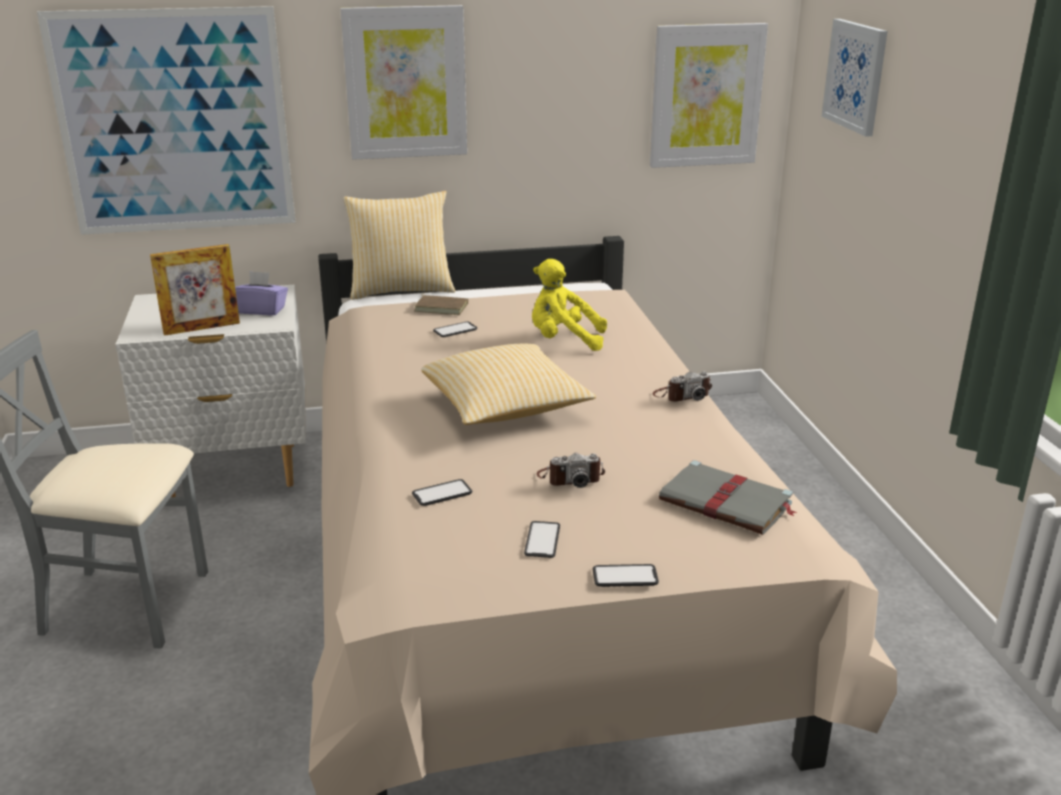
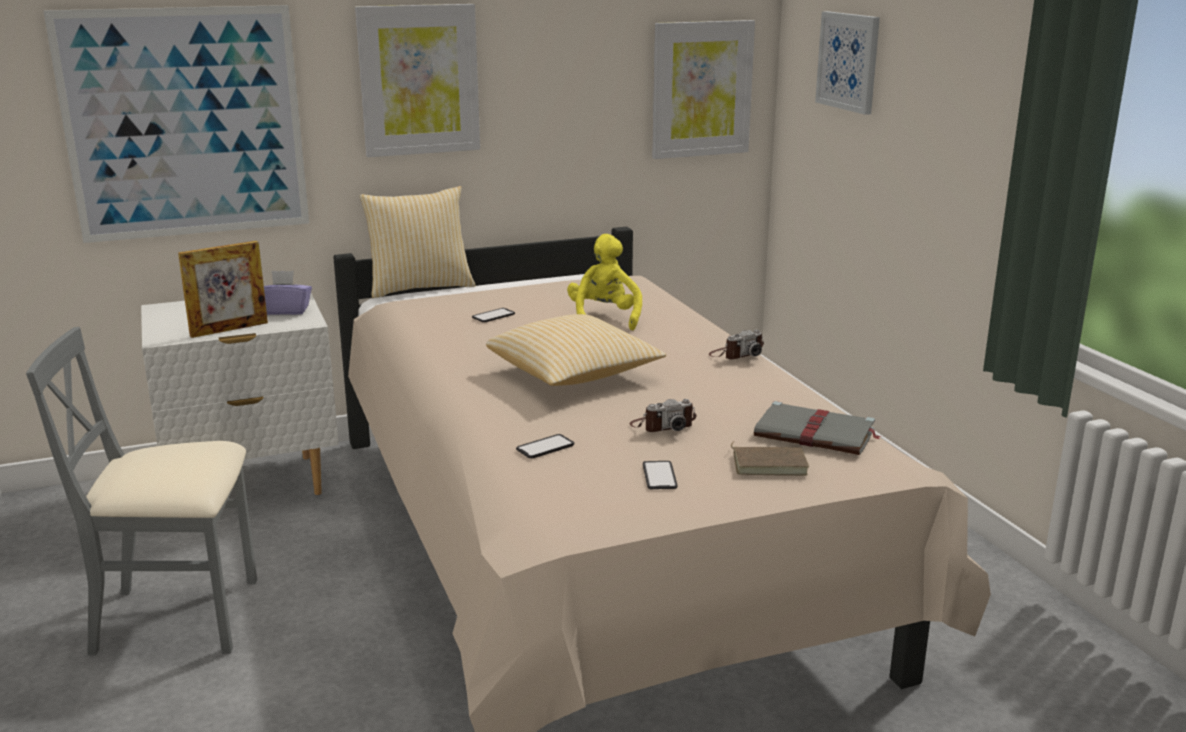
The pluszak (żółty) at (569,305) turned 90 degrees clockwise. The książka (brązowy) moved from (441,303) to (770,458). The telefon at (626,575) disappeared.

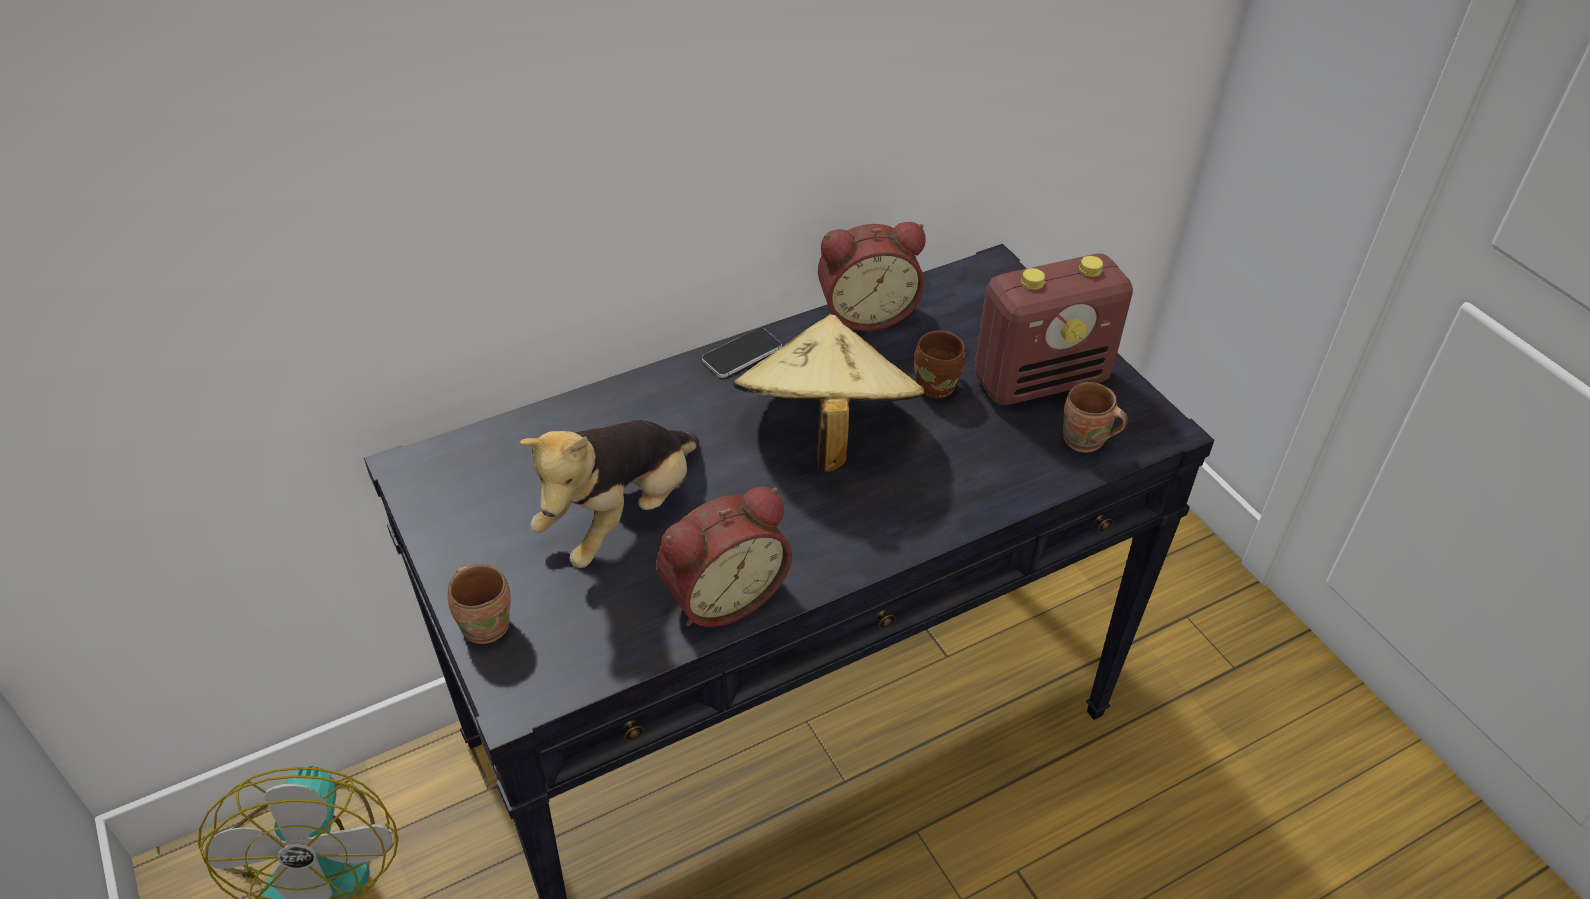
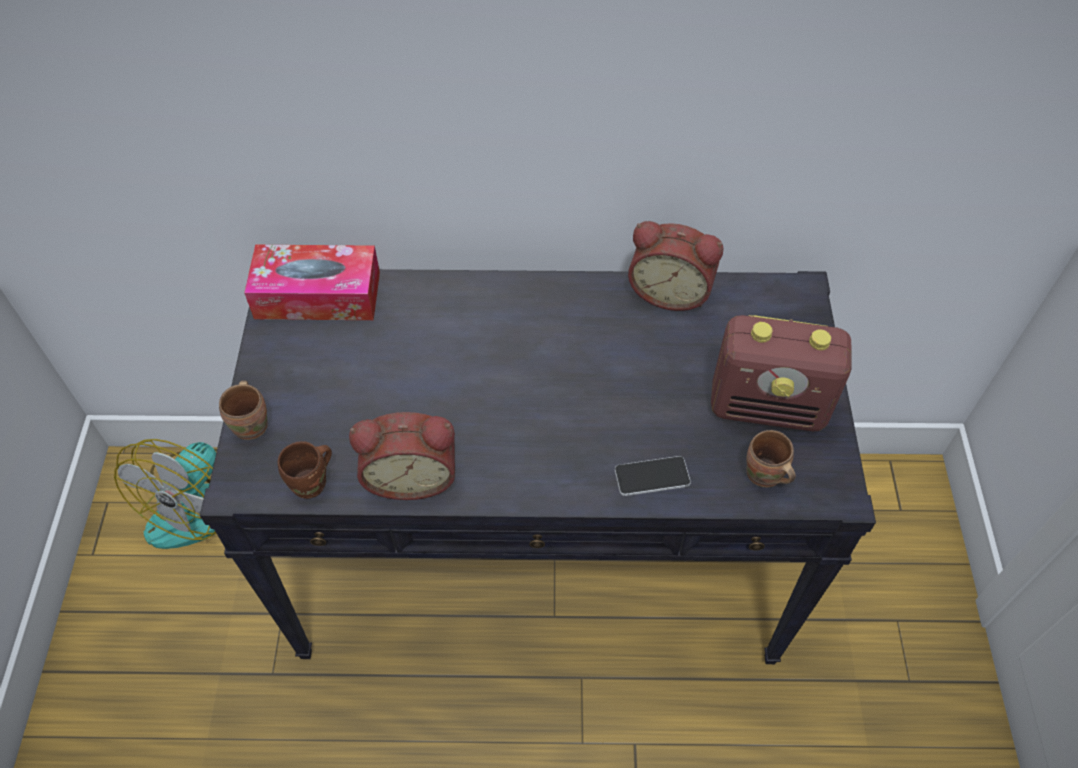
The pudełko chusteczek at (312,282) appeared. The kubek (brązowy) moved from (939,364) to (305,470). The telefon moved from (742,352) to (653,476). The pluszak at (609,494) disappeared. The kapelusz (beżowy) at (829,393) disappeared.

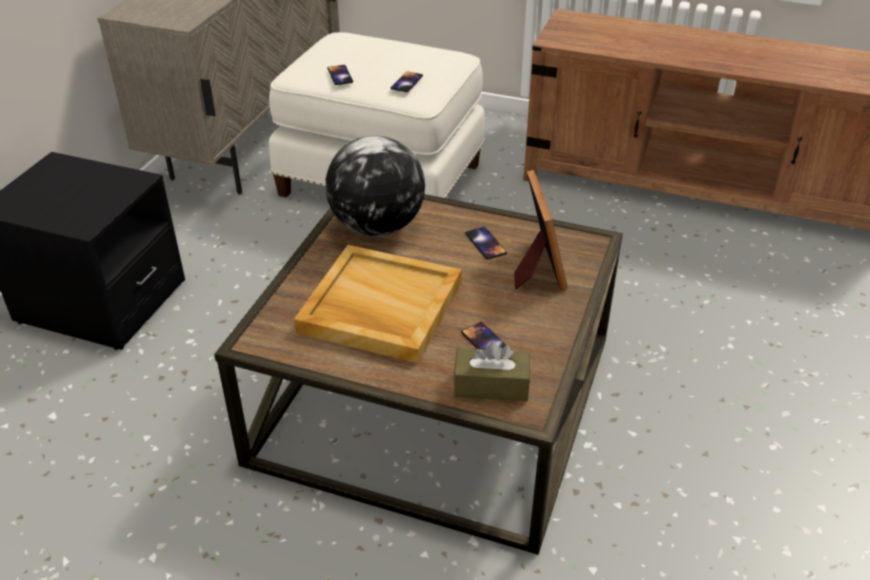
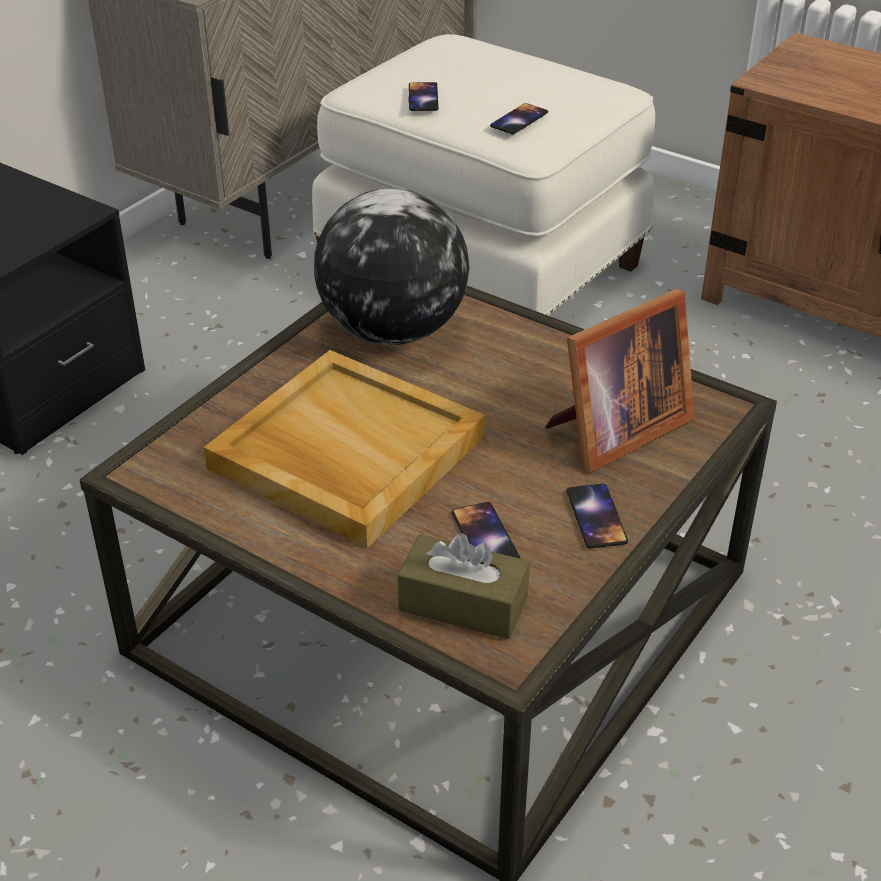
The ramka na zdjęcie at (541,230) turned 45 degrees clockwise. The telefon moved from (486,243) to (597,516).

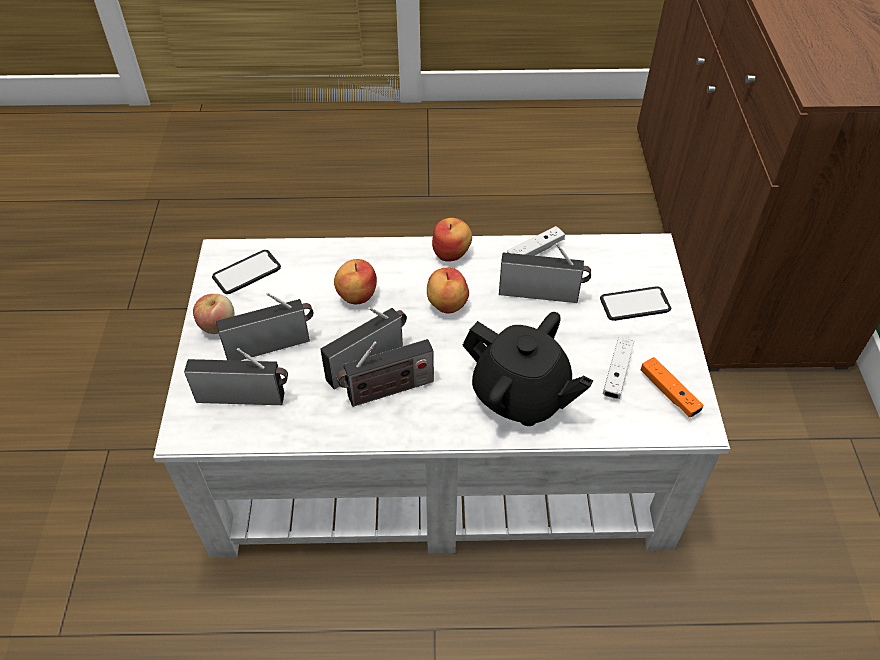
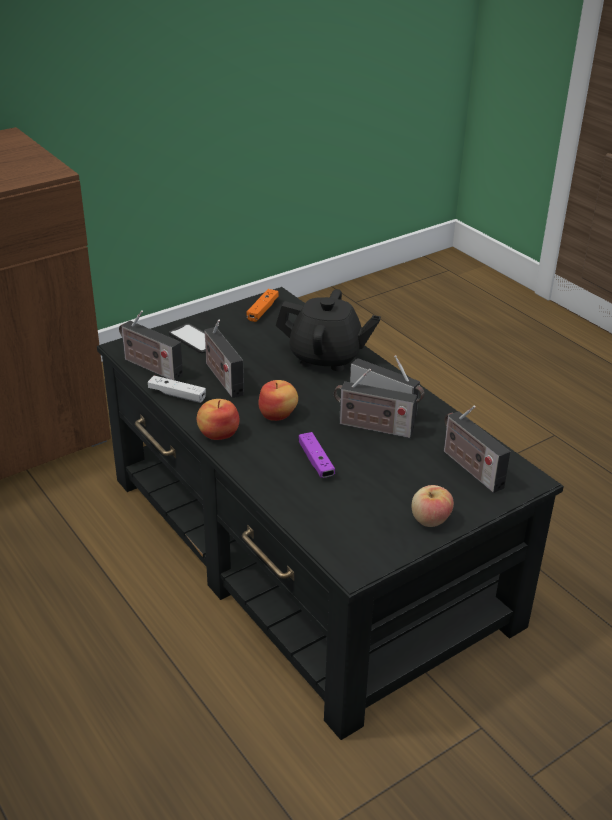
The ława (biały) at (441,396) became the ława (czarny) at (330,513). The radio moved from (264,326) to (151,345). The imbryk (czarny) at (528,369) turned 105 degrees clockwise. The jabłko at (355,281) was replaced by the pad do gier (fioletowy) at (317,455). The telefon at (246,272) disappeared. The pad do gier (biały) at (618,368) disappeared.

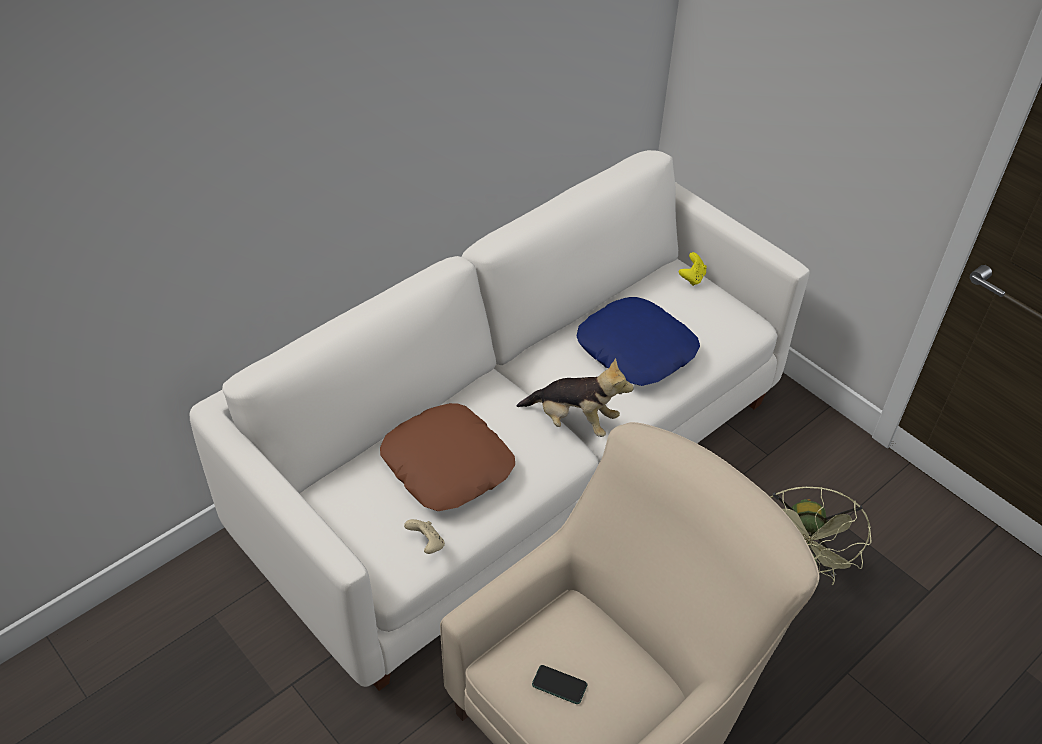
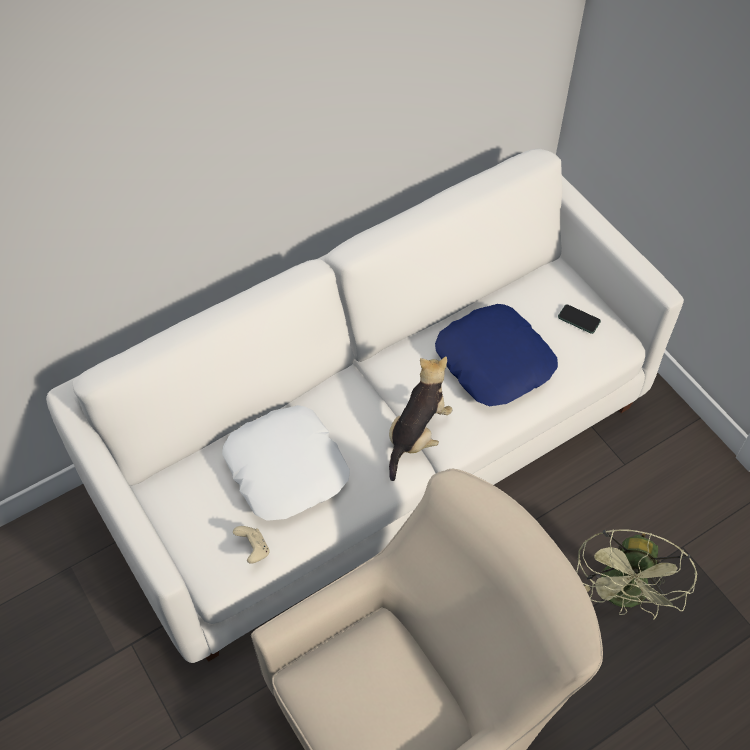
The poduszka (brązowy) at (447,457) became the poduszka (biały) at (286,463). The pluszak at (575,397) turned 90 degrees counterclockwise. The telefon moved from (559,684) to (579,319). The pad do gier (żółty) at (693,269) disappeared.

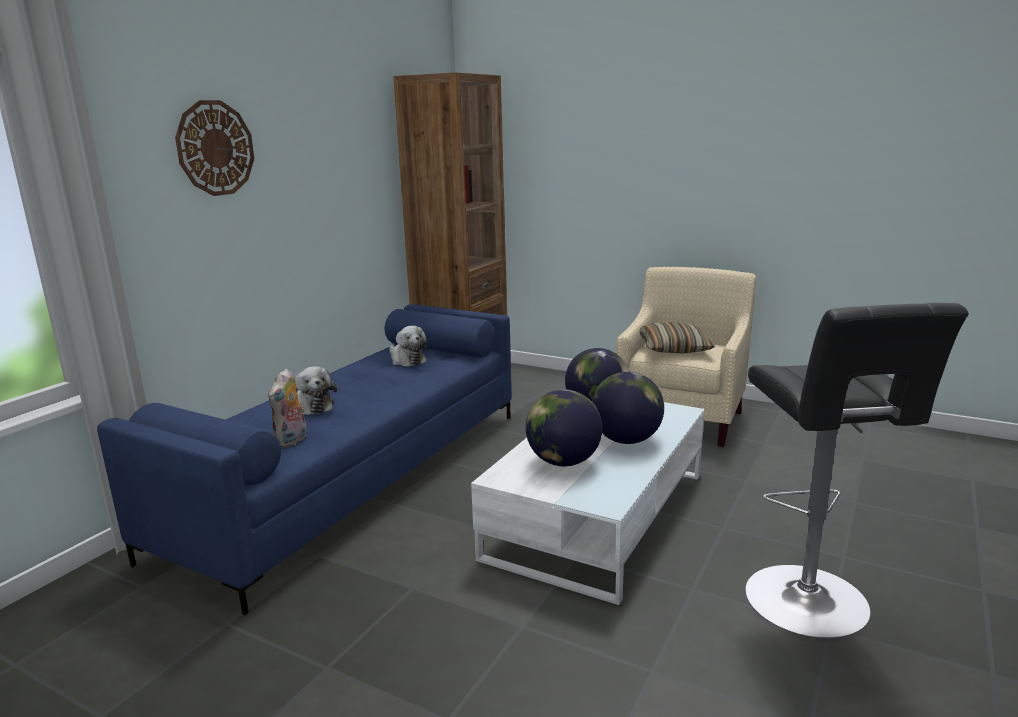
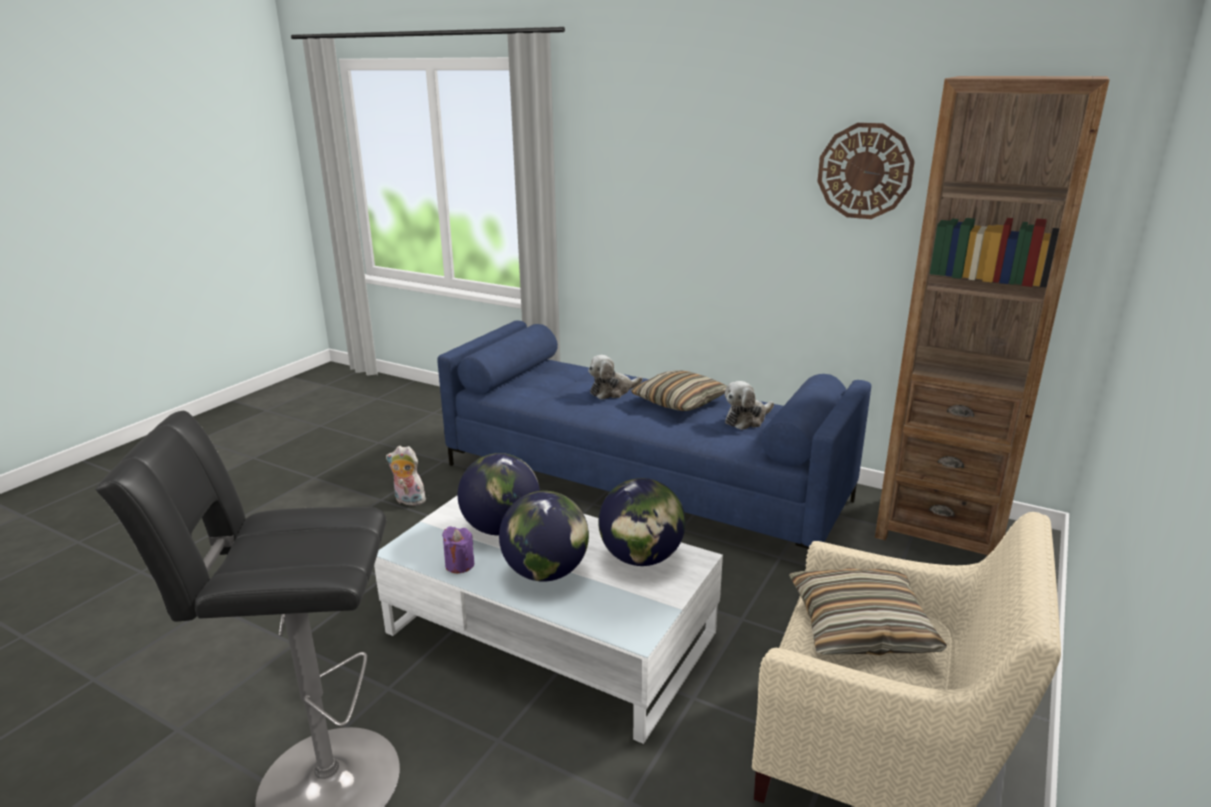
The pluszak moved from (287,408) to (406,476). The świeca (fioletowy) at (458,550) appeared. The poduszka at (679,390) appeared. The zegar ścienny moved from (214,148) to (866,171).

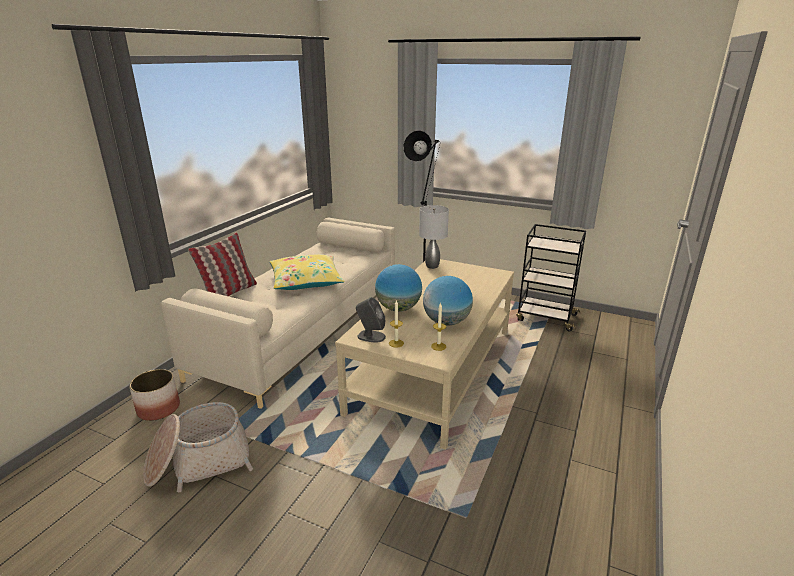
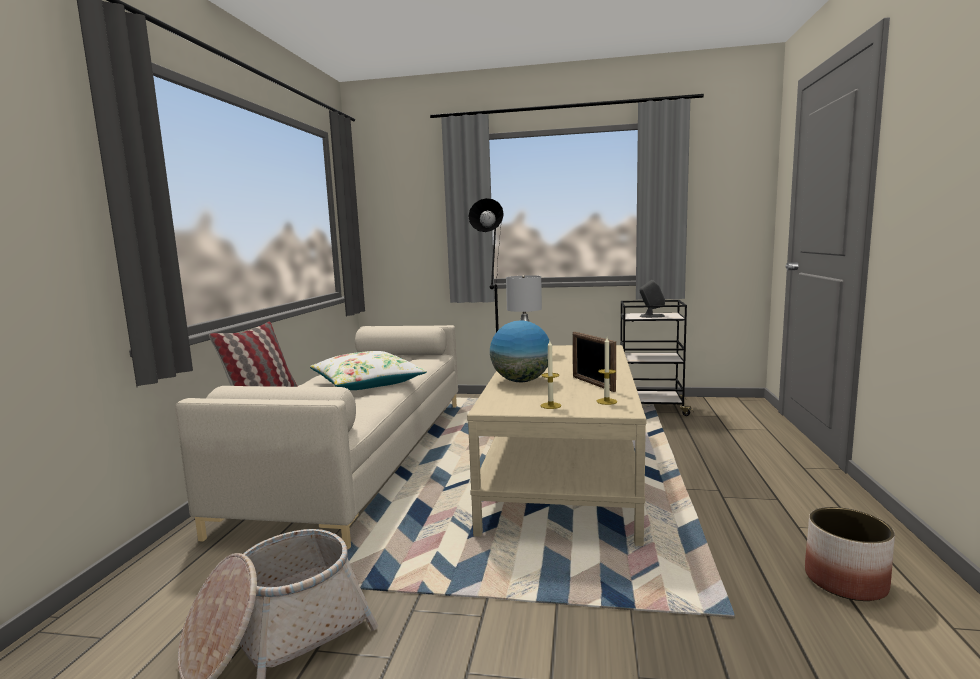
The poduszka (żółty) at (307,272) became the poduszka (biały) at (368,370). The globus at (448,301) was replaced by the ramka na zdjęcie at (594,362). The głośnik (szary) moved from (371,319) to (652,299). The donica moved from (154,395) to (850,554).

